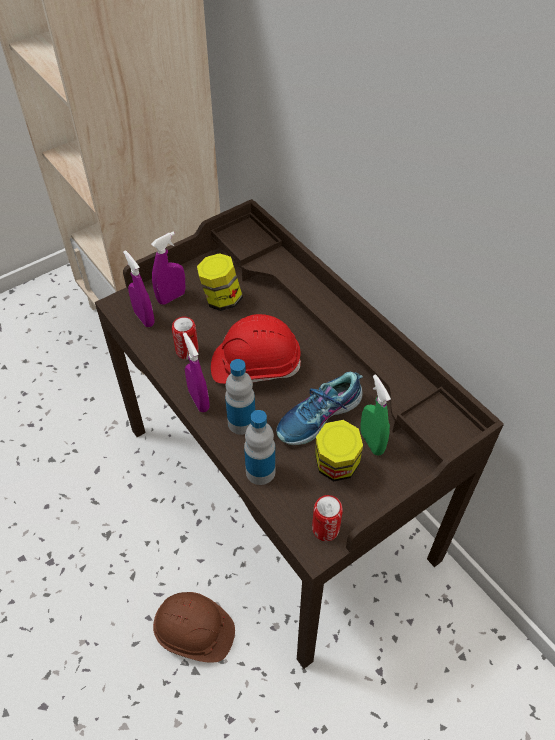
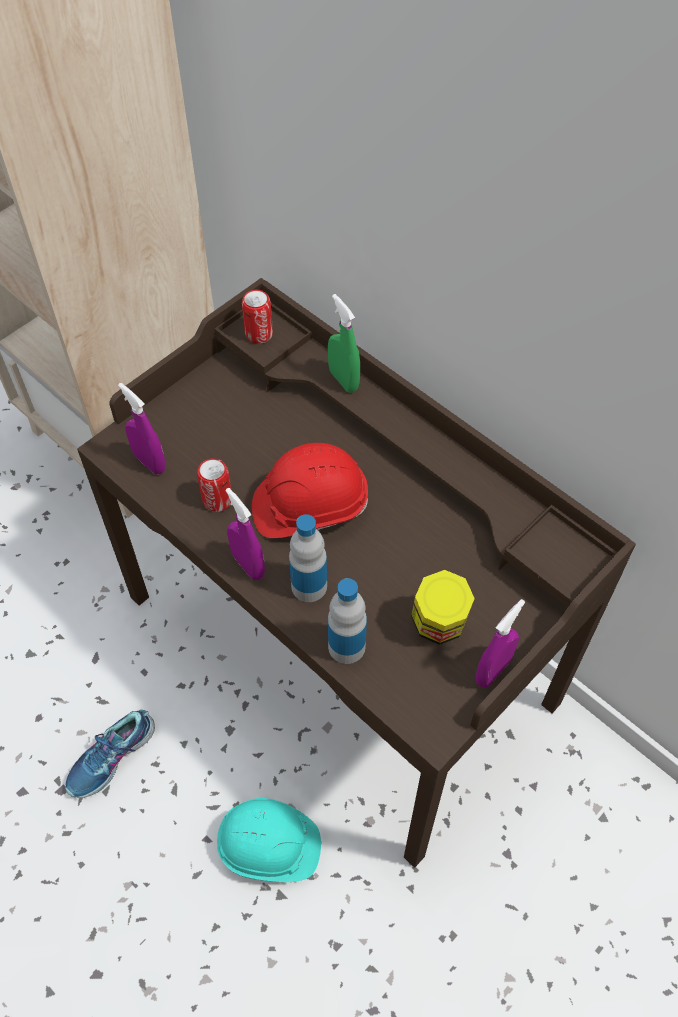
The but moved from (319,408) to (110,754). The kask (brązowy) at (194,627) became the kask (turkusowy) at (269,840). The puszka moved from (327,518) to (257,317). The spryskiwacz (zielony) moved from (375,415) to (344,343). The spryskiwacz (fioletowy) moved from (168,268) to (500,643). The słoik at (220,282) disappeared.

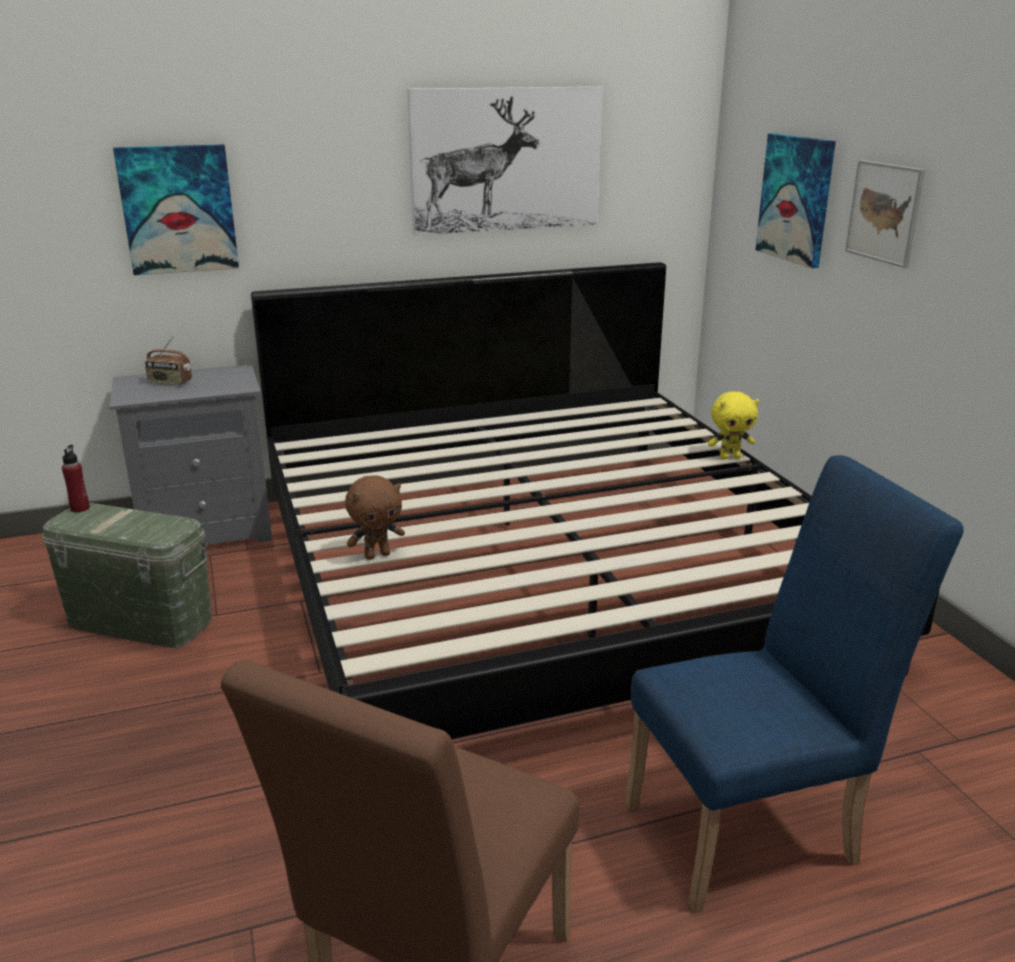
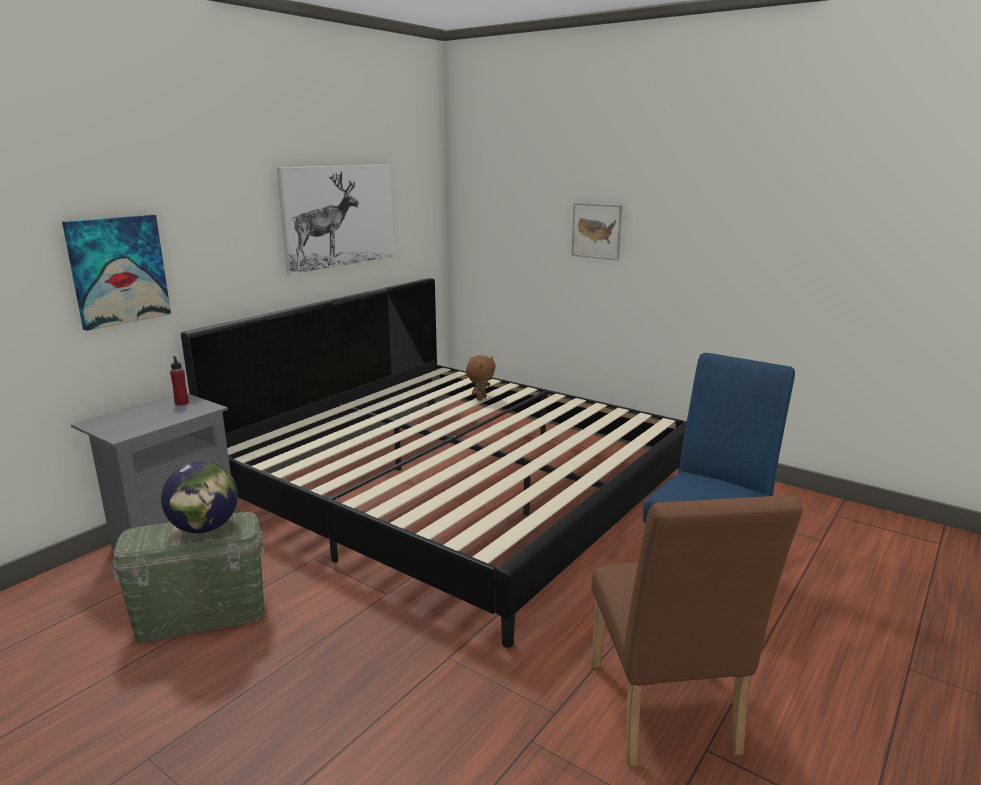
The globus at (199,497) appeared. The butelka (czerwony) moved from (76,479) to (179,380). The pluszak (brązowy) moved from (375,517) to (481,378). The radio at (168,360) disappeared. The pluszak (żółty) at (733,425) disappeared. The obraz at (795,200) disappeared.

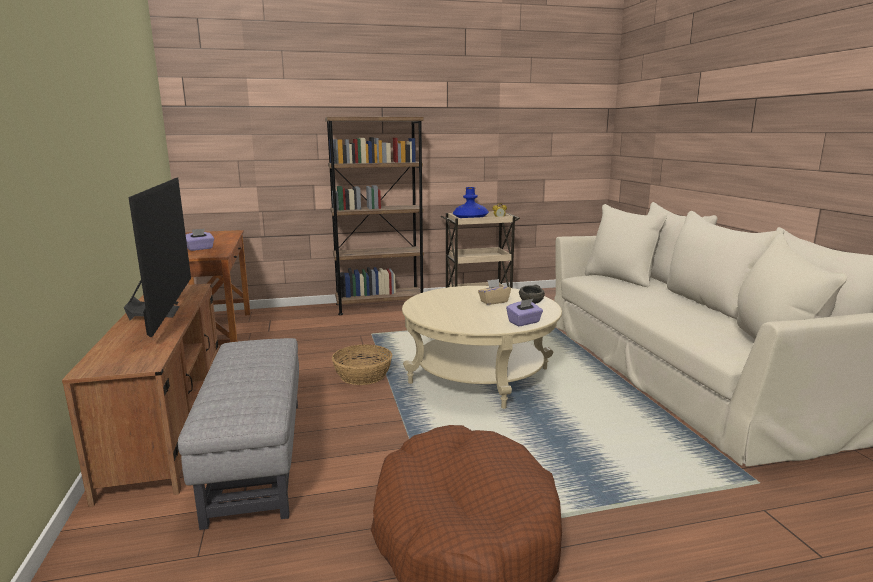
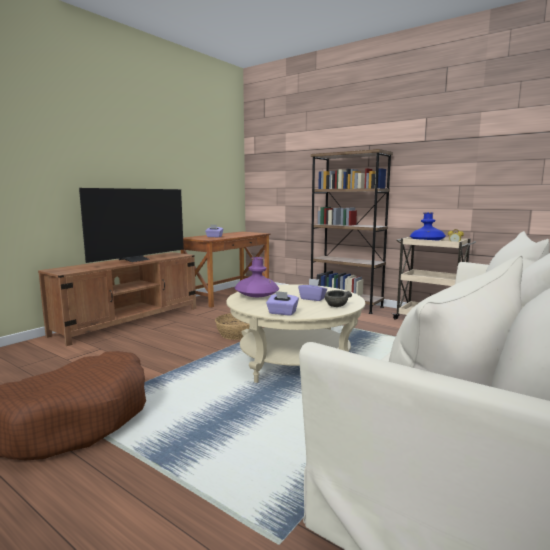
The wazon (fioletowy) at (257,277) appeared. The pudełko chusteczek (beżowy) at (494,292) became the pudełko chusteczek (fioletowy) at (312,289). The pufa (szary) at (238,434) disappeared.

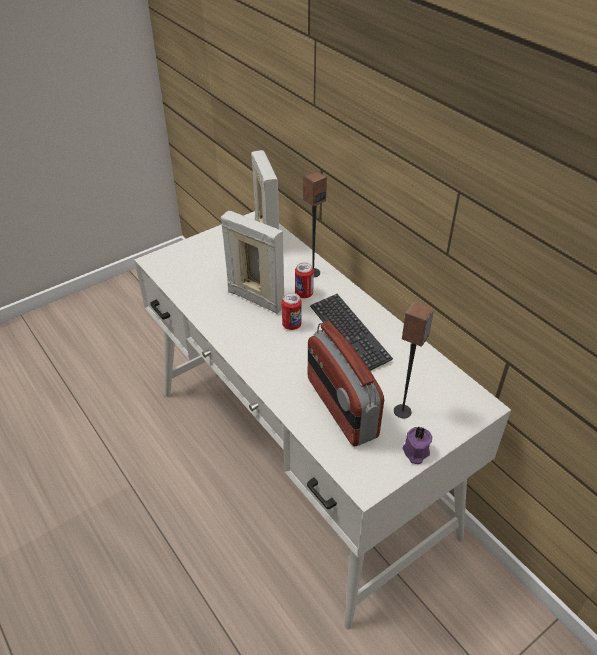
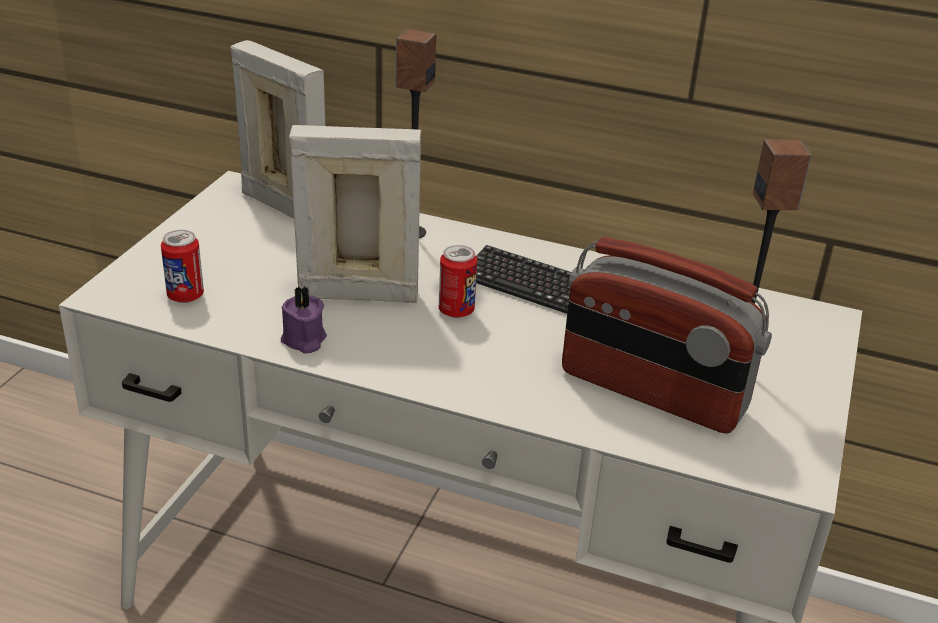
The puszka moved from (304,280) to (182,266). The świeca (fioletowy) moved from (417,445) to (304,319).

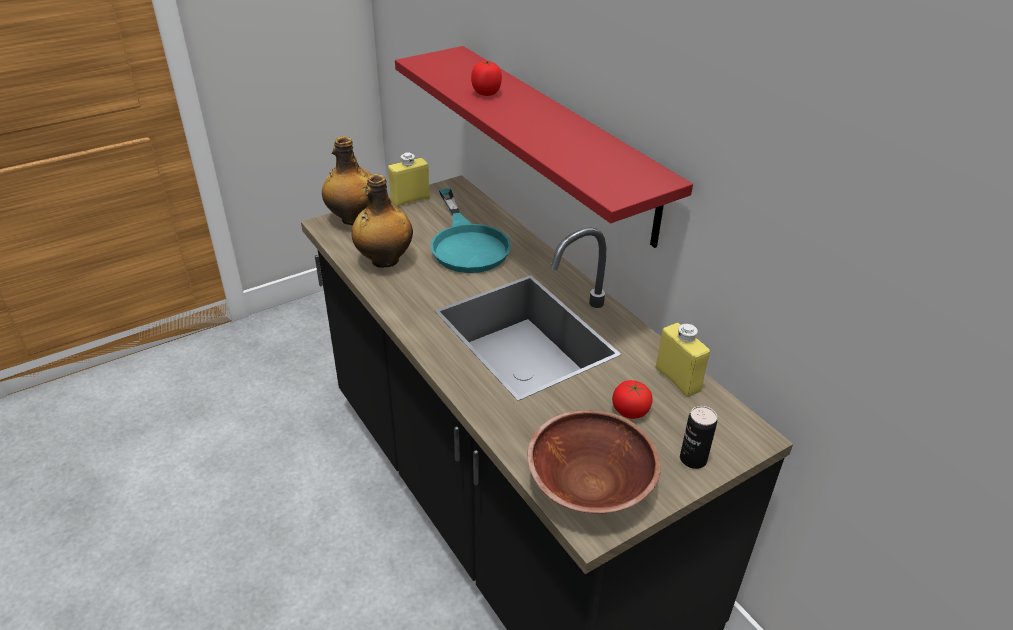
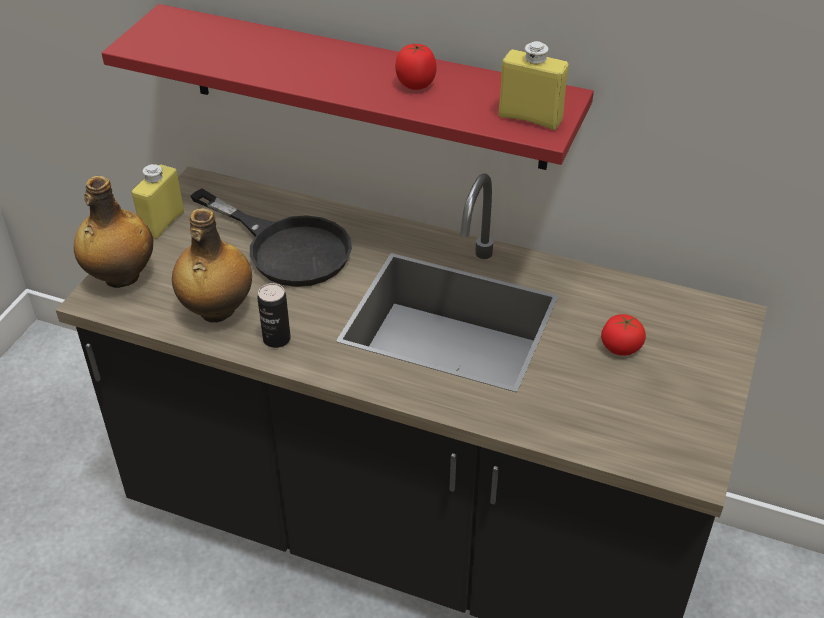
The patelnia (turkusowy) at (471,230) became the patelnia (czarny) at (271,238). The puszka moved from (698,437) to (274,315). The pomidor moved from (486,78) to (416,67). The butelka (żółty) moved from (683,360) to (534,85). The miska (brązowy) at (594,462) disappeared.

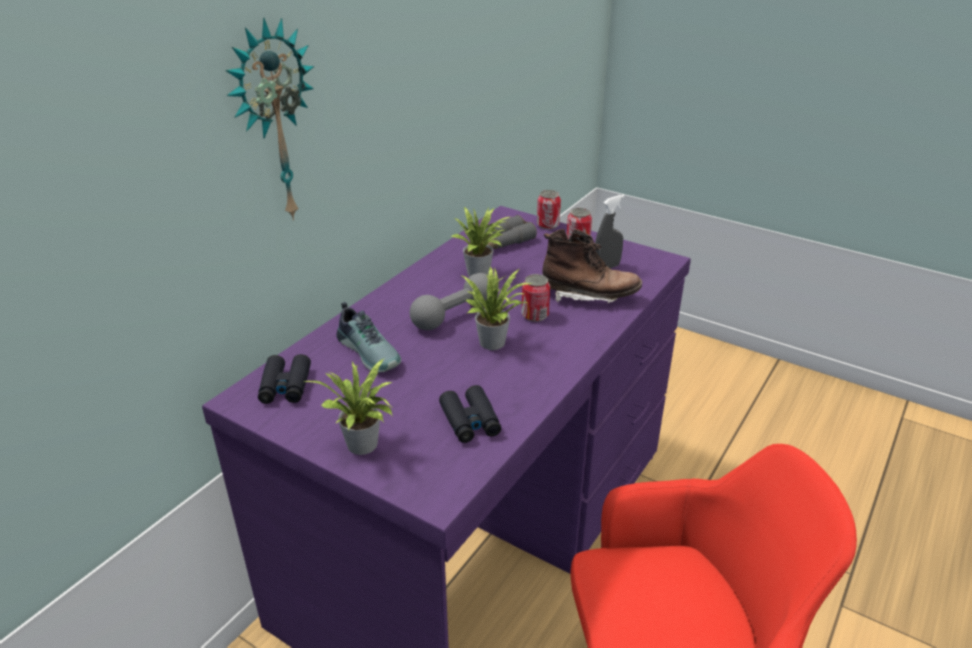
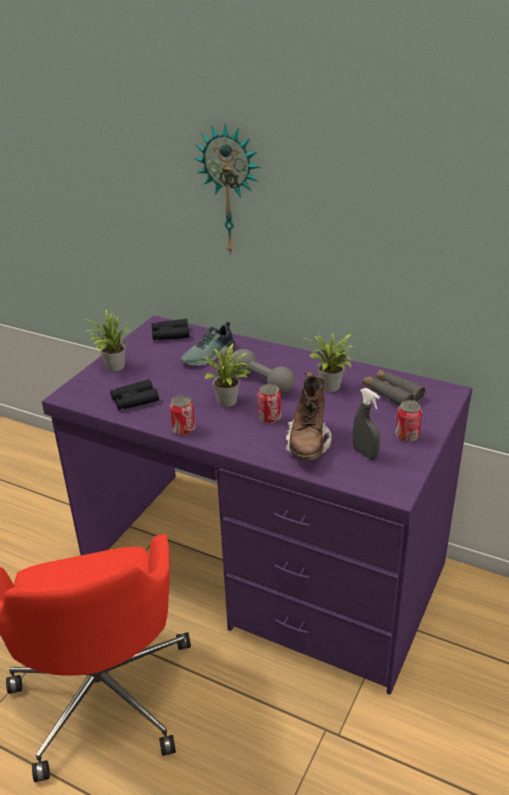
The puszka moved from (549,210) to (182,415).

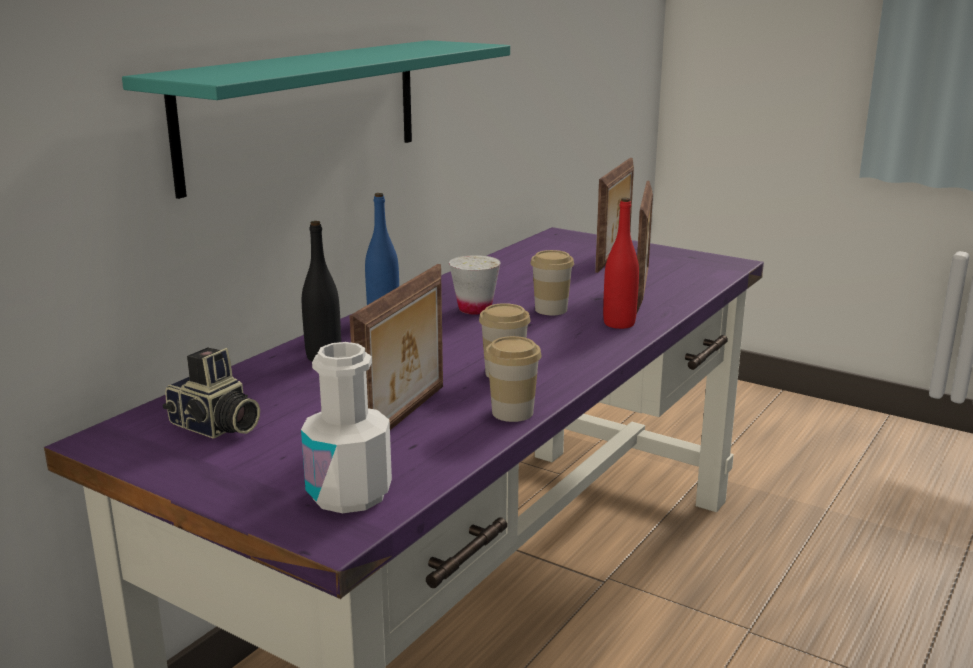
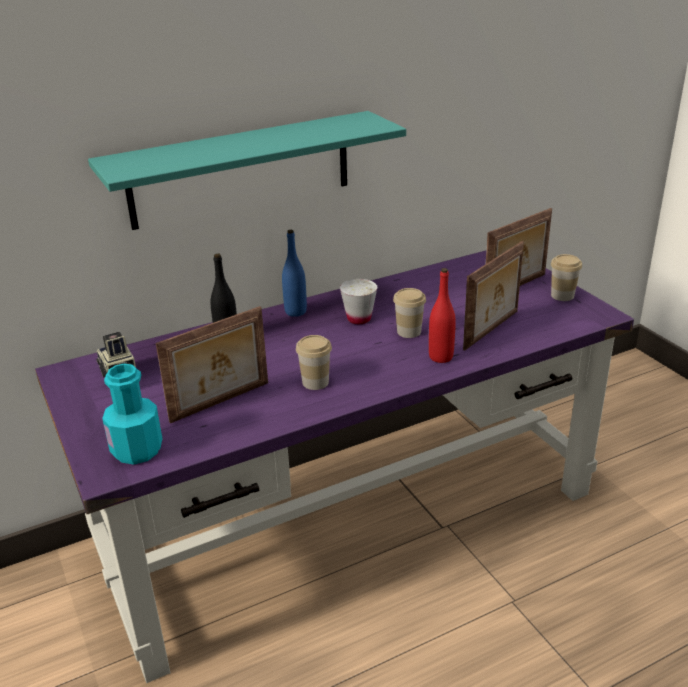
The butelka (biały) at (346,427) became the butelka (turkusowy) at (132,414). The filiżanka moved from (513,379) to (566,277).

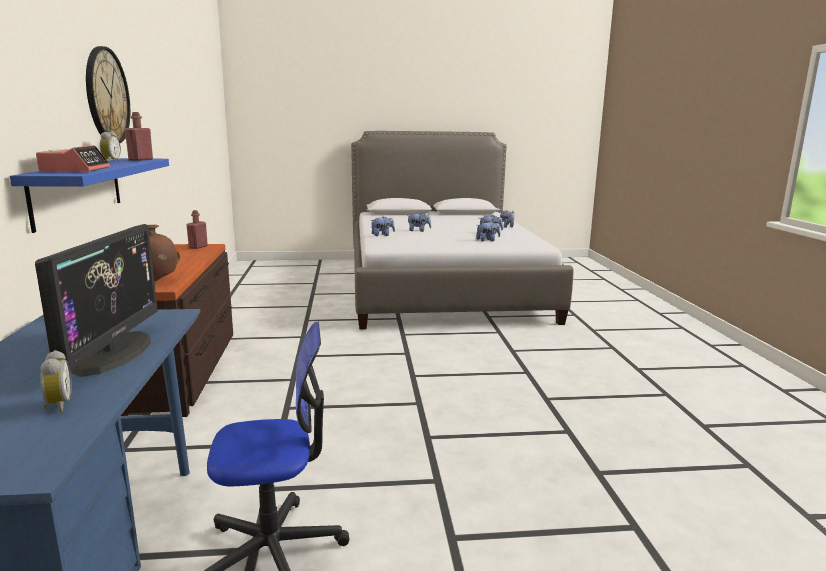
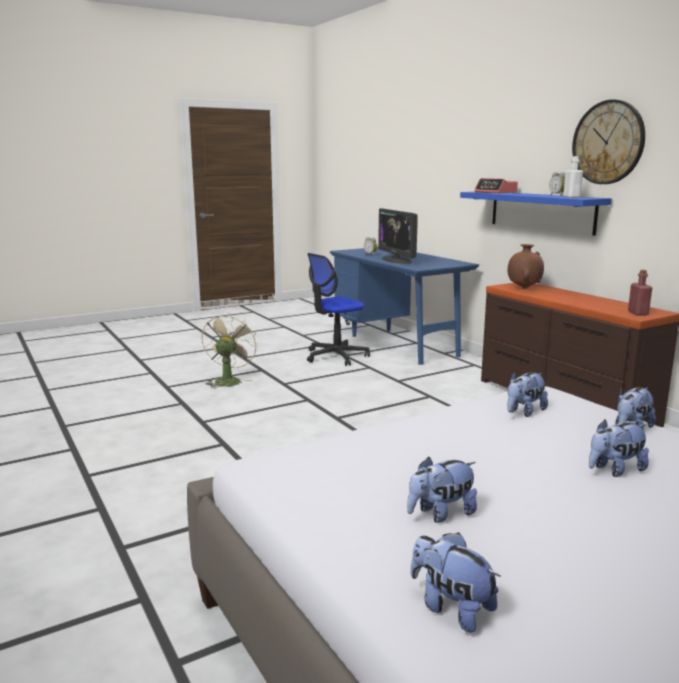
The wentylator (beżowy) at (229,350) appeared. The pluszak moved from (488,231) to (527,394). The butelka (czerwony) at (139,136) became the butelka (biały) at (573,177).

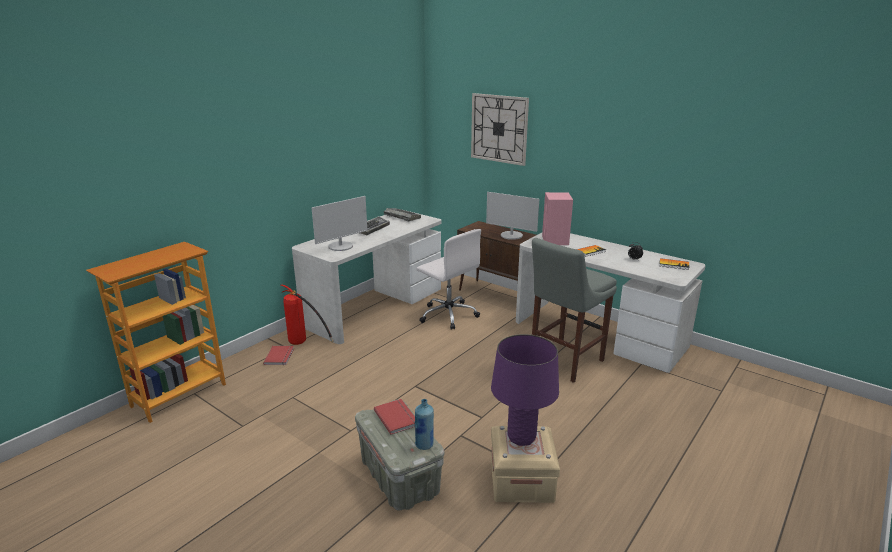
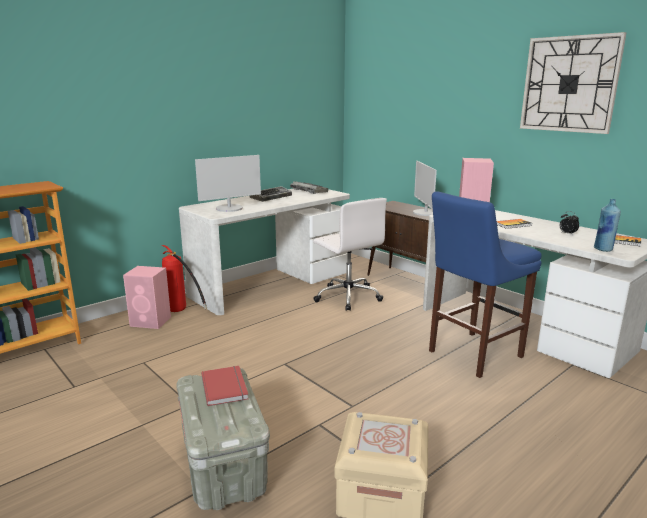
The książka (czerwony) at (278,355) was replaced by the głośnik (różowy) at (147,297). The monitor at (512,216) turned 45 degrees clockwise. The stołek (szary) at (574,310) became the stołek (niebieski) at (485,284). The zegar ścienny moved from (500,129) to (573,83). The butelka (niebieski) moved from (424,424) to (607,225). The lampa stołowa (fioletowy) at (525,390) disappeared.

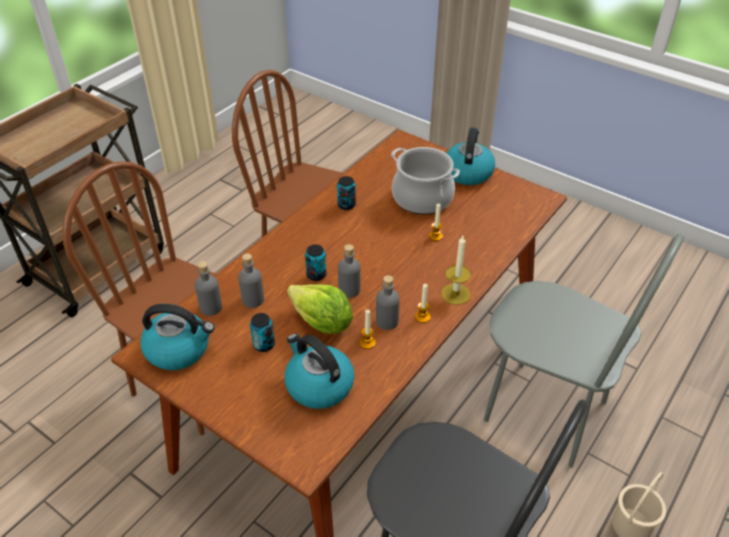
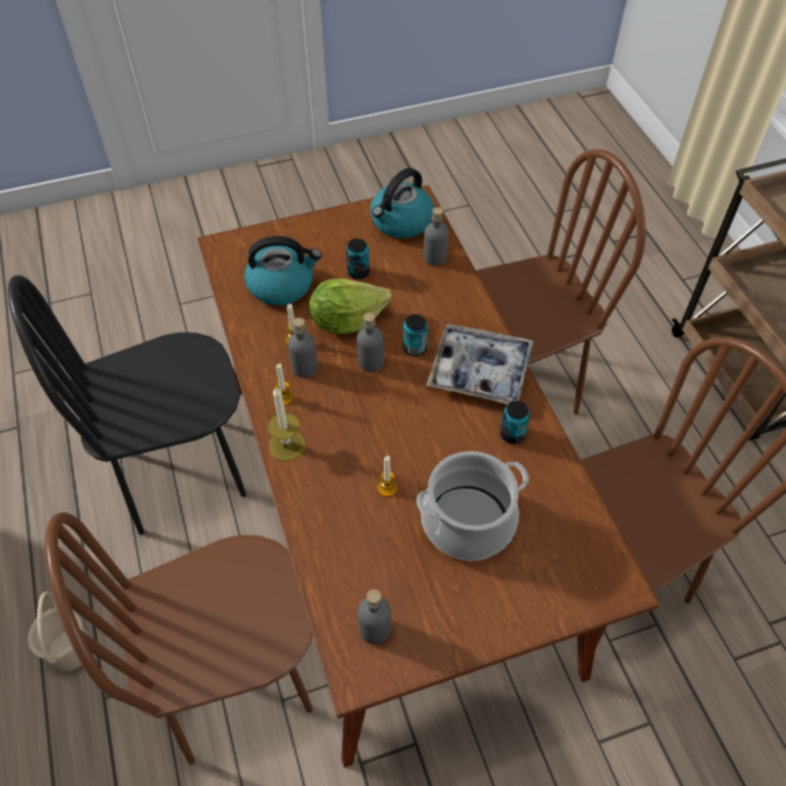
The krzesło (szary) at (584,350) became the krzesło (brązowy) at (179,638). The butelka (szary) moved from (251,280) to (374,617). The taca at (480,364) appeared. The czajnik at (471,156) disappeared.

